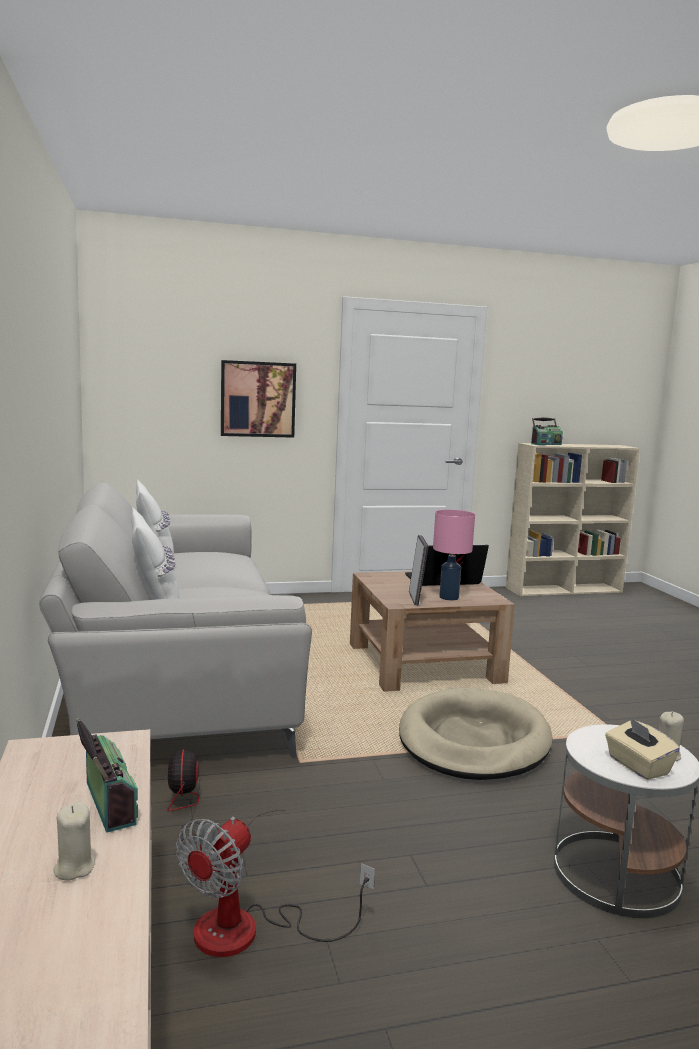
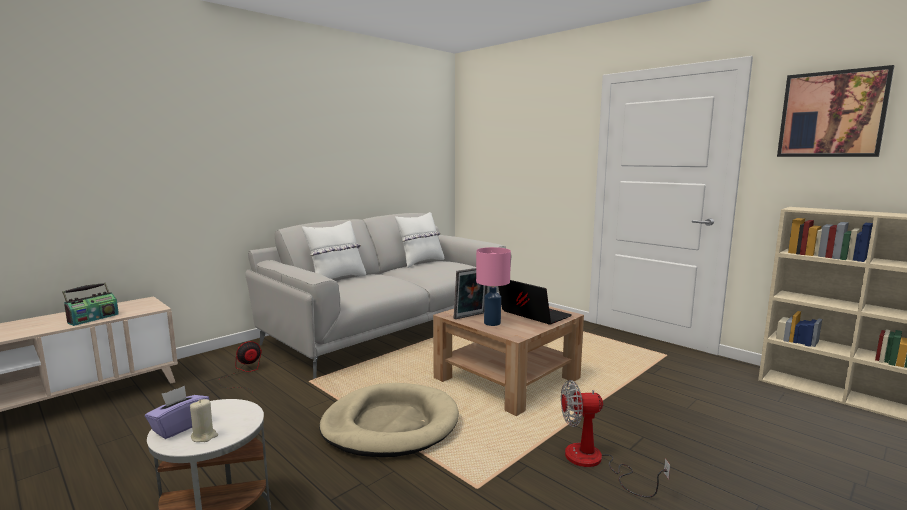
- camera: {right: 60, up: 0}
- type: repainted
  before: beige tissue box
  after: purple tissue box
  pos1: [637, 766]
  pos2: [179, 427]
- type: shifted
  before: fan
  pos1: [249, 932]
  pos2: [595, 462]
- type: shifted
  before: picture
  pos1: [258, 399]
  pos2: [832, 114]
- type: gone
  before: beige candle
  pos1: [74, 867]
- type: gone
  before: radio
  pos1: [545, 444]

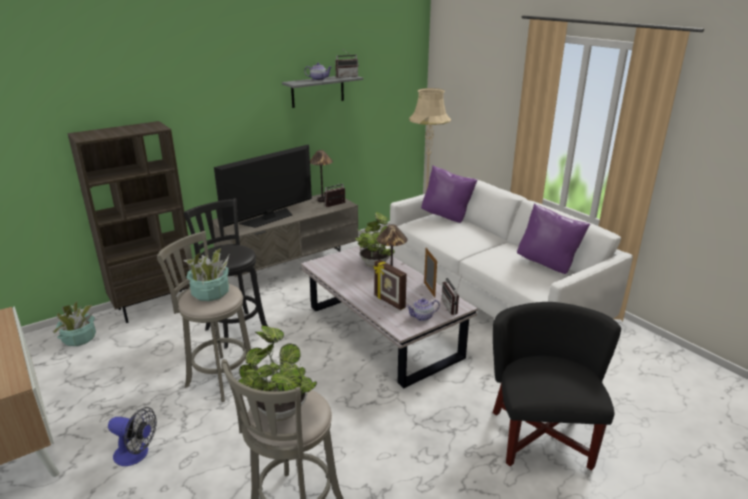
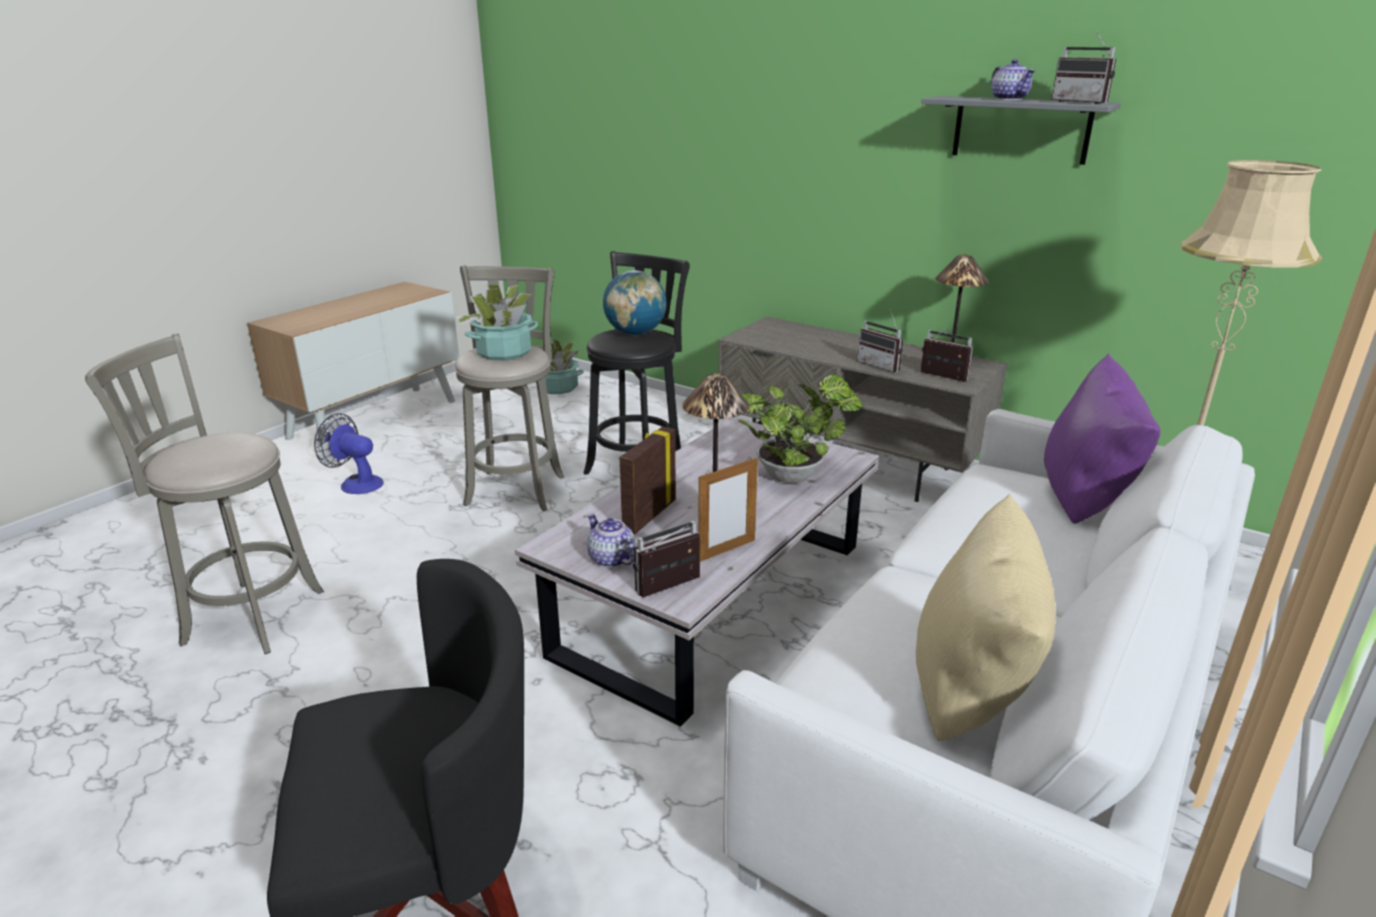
- camera: {right: 70, up: 0}
- type: rotated
  before: fan
  pos1: [136, 455]
  pos2: [356, 483]
  turn: 120
- type: new
  after: globe
  pos2: [635, 333]
- type: new
  after: radio
  pos2: [882, 365]
- type: repainted
  before: purple pillow
  after: beige pillow
  pos1: [547, 264]
  pos2: [972, 699]
- type: gone
  before: brown bookcase
  pos1: [155, 305]
- type: gone
  before: television
  pos1: [269, 218]
- type: gone
  before: potted plant
  pos1: [280, 408]

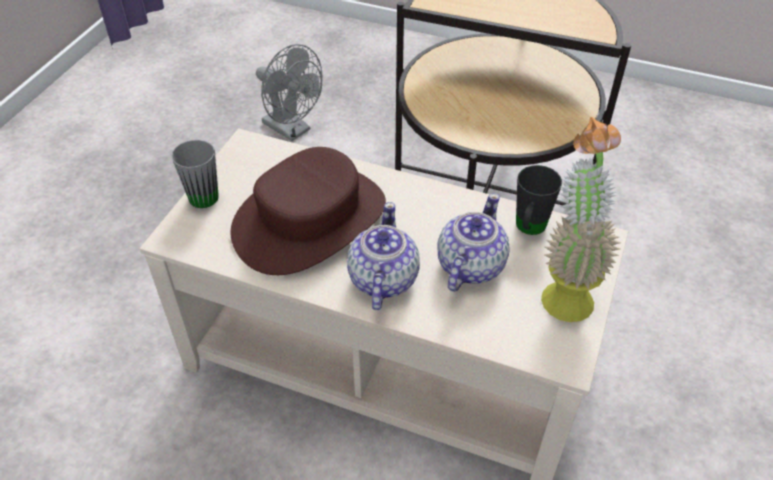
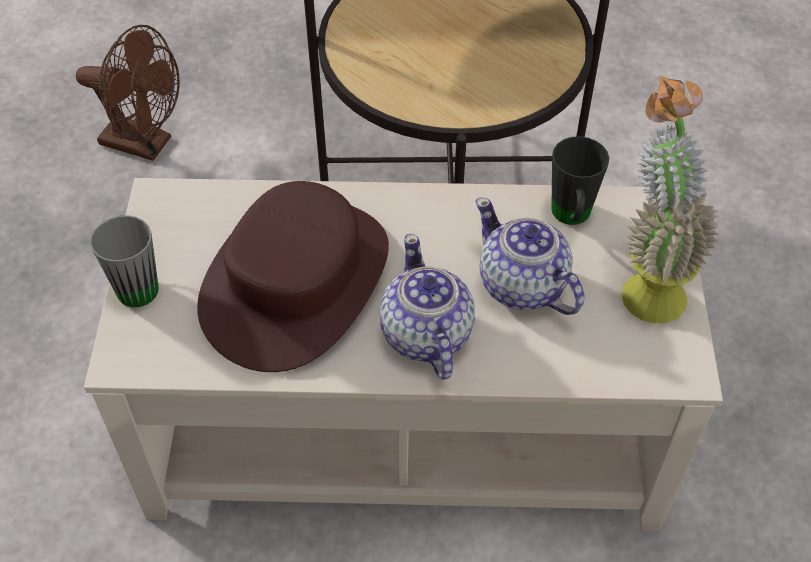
- camera: {right: -20, up: 5}
- type: repainted
  before: grey fan
  after: brown fan
  pos1: [292, 130]
  pos2: [146, 144]
- type: rotated
  before: teapot
  pos1: [469, 266]
  pos2: [522, 286]
  turn: -45

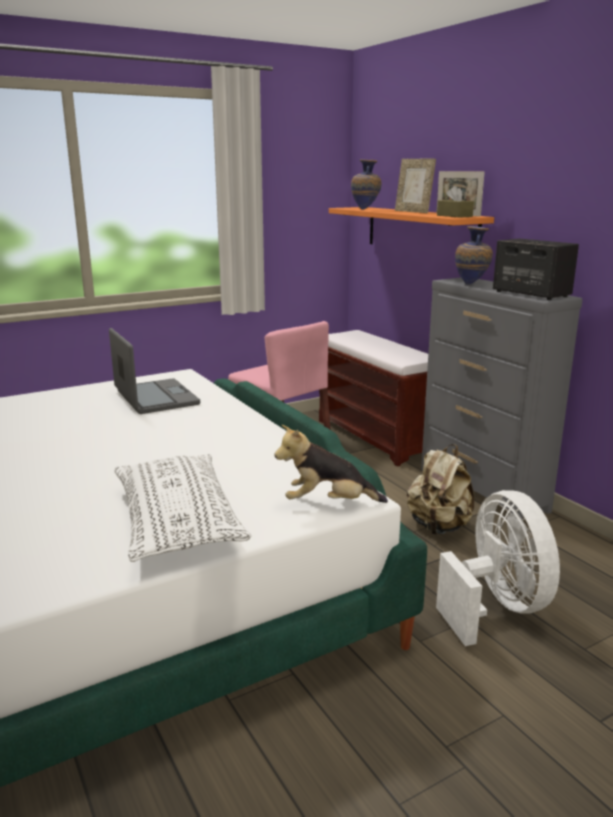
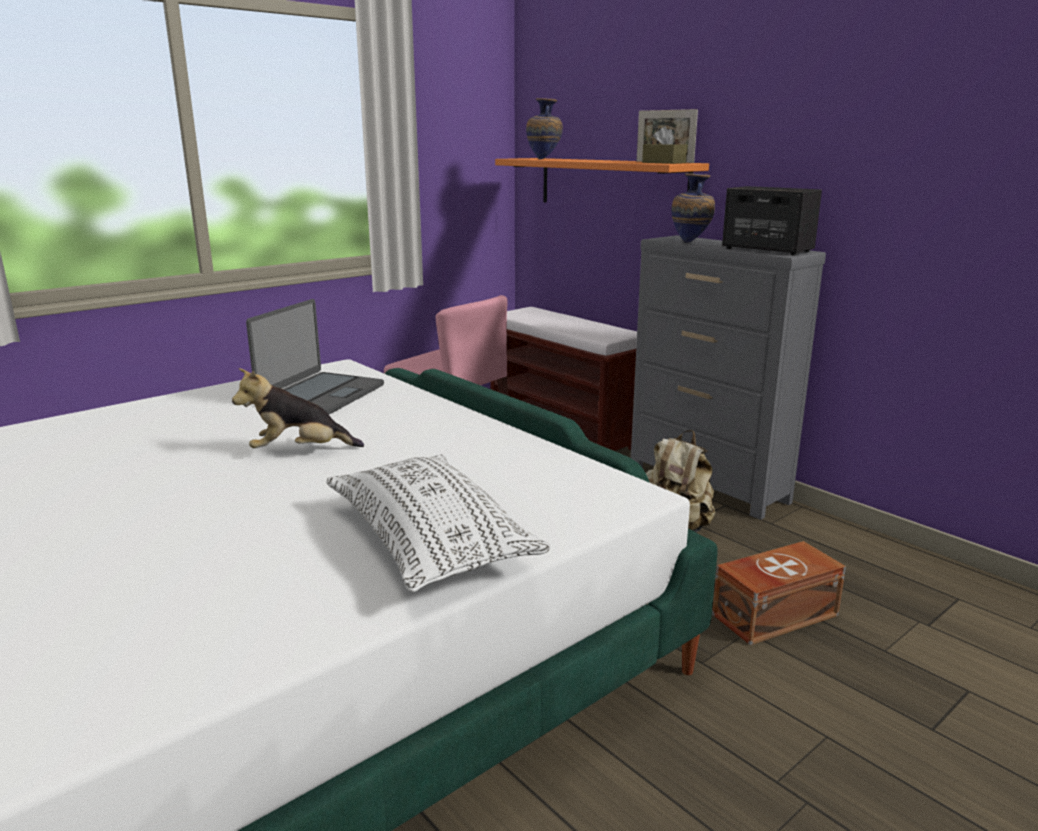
- camera: {right: -10, up: 0}
- type: shifted
  before: plush toy
  pos1: [328, 503]
  pos2: [299, 451]
- type: rotated
  before: laptop
  pos1: [155, 398]
  pos2: [321, 395]
  turn: 60
- type: swapped
  before: white fan
  after: brown storage box
  pos1: [496, 607]
  pos2: [772, 614]
- type: gone
  before: picture frame
  pos1: [413, 212]

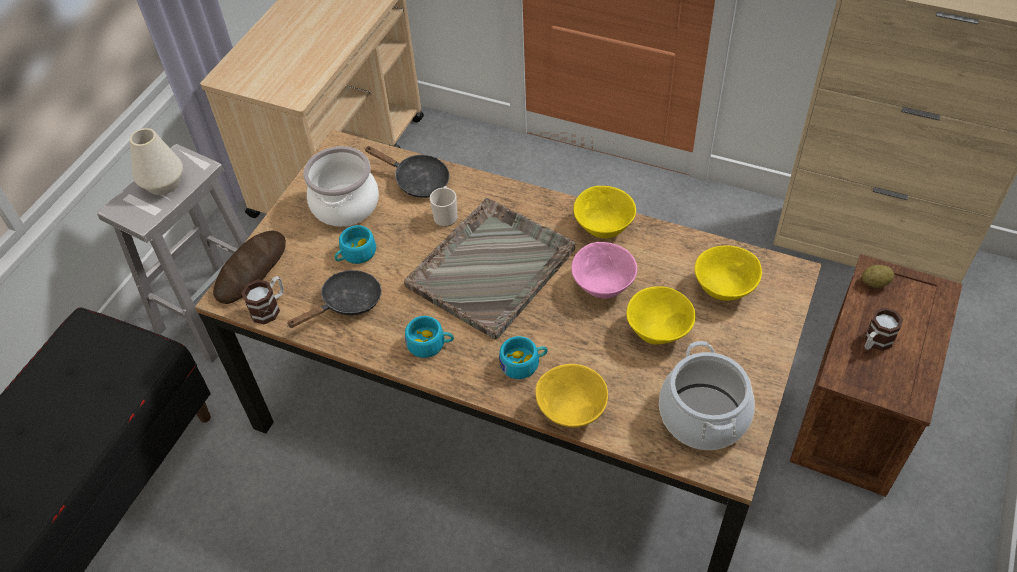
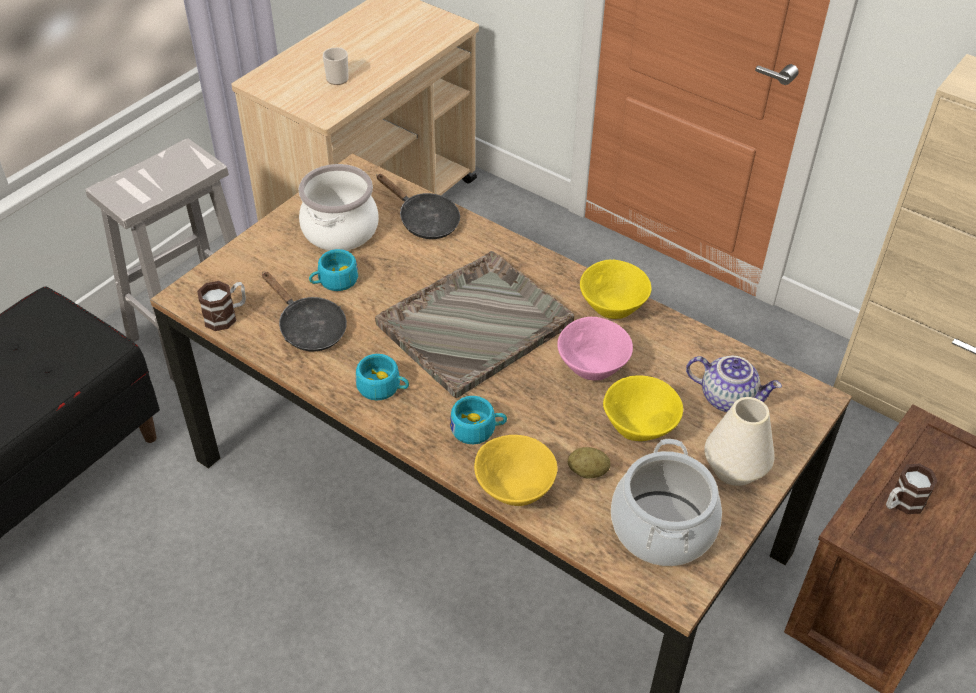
- camera: {right: 10, up: -5}
- type: rotated
  before: black frying pan
  pos1: [347, 303]
  pos2: [308, 328]
  turn: 75
- type: shifted
  before: mug
  pos1: [446, 216]
  pos2: [338, 77]
- type: shifted
  before: potato
  pos1: [875, 283]
  pos2: [587, 472]
- type: swapped
  before: yellow bowl
  after: teapot
  pos1: [723, 288]
  pos2: [728, 398]
- type: shifted
  before: white vase
  pos1: [164, 184]
  pos2: [735, 468]
- type: gone
  before: bread
  pos1: [251, 270]

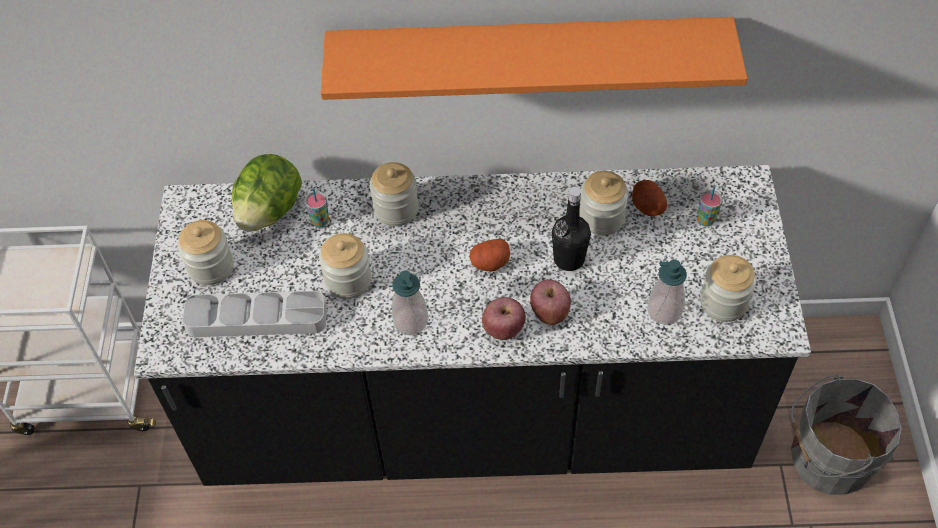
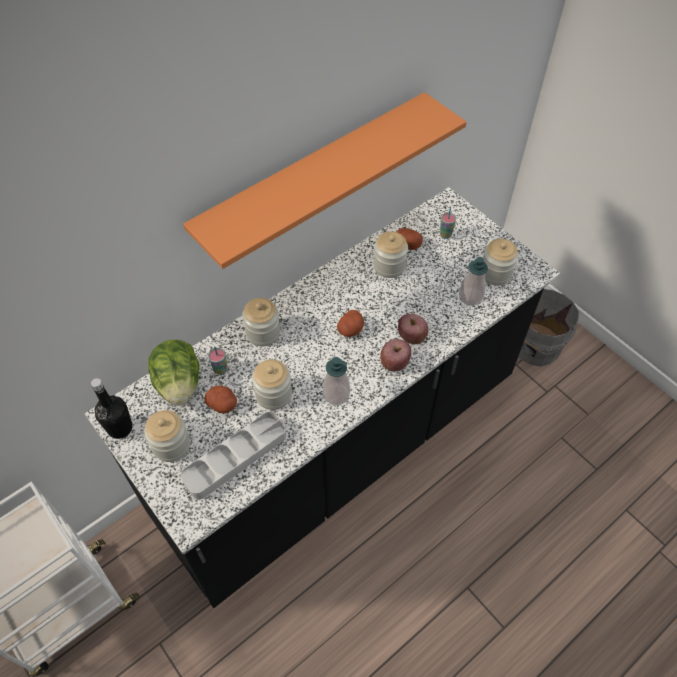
- camera: {right: -40, up: 0}
- type: shifted
  before: black bottle
  pos1: [569, 259]
  pos2: [120, 428]
- type: new
  after: potato
  pos2: [223, 404]

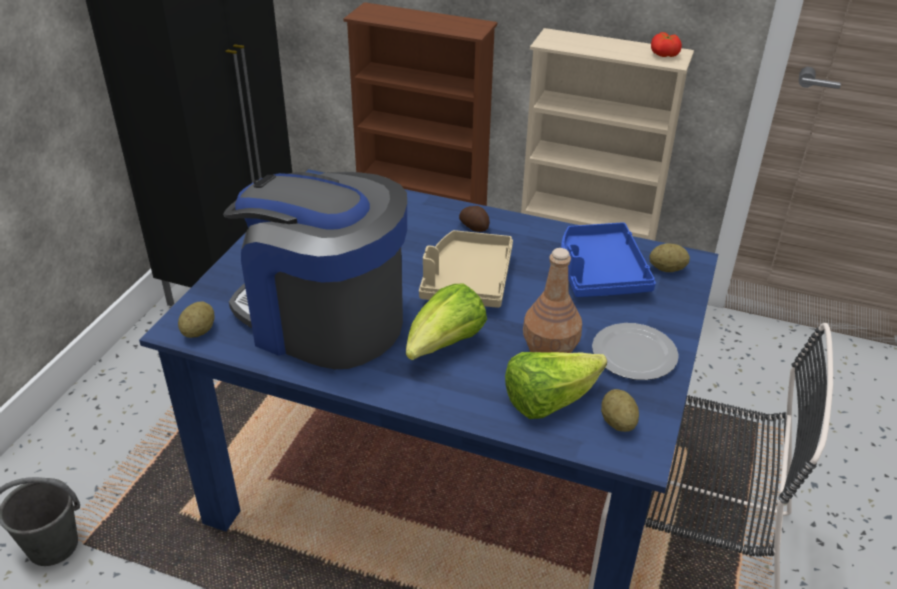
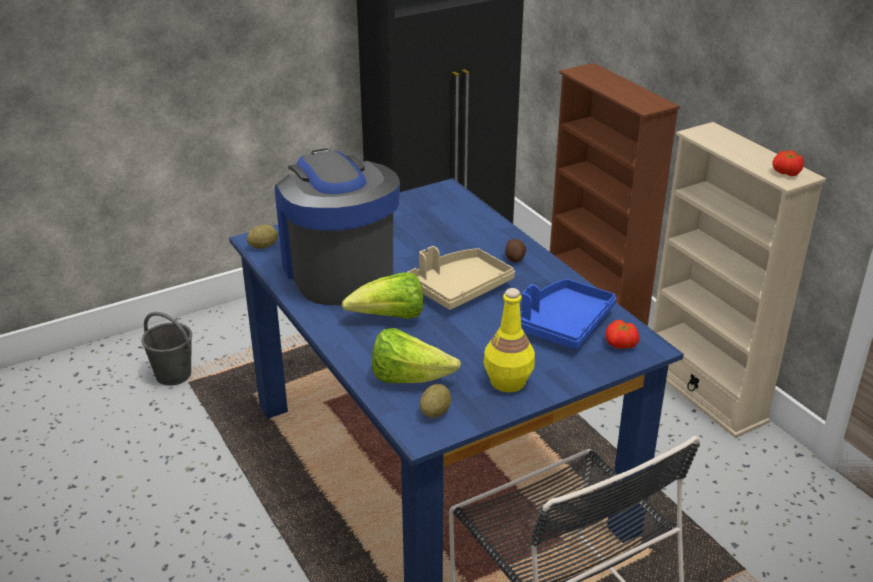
- camera: {right: 40, up: -5}
- type: swapped
  before: plate
  after: yellow bottle
  pos1: [632, 354]
  pos2: [507, 381]
- type: swapped
  before: potato
  after: tomato
  pos1: [667, 269]
  pos2: [620, 344]
- type: gone
  before: brown bottle
  pos1: [549, 351]

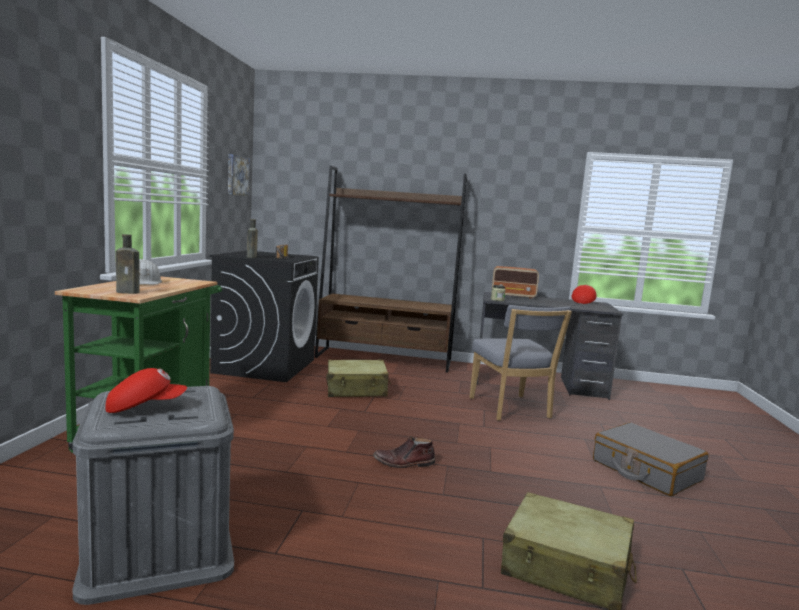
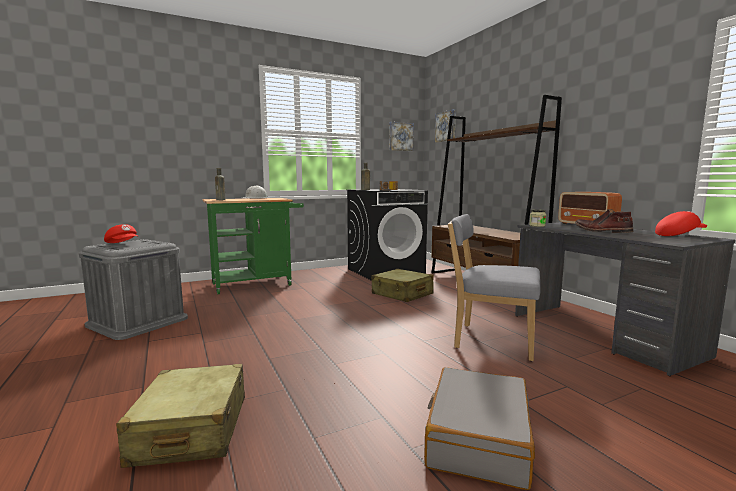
- camera: {right: 55, up: 0}
- type: new
  after: picture
  pos2: [446, 126]
- type: rotated
  before: grey chair
  pos1: [511, 409]
  pos2: [490, 340]
  turn: 75
- type: shifted
  before: brown boot
  pos1: [404, 463]
  pos2: [602, 231]

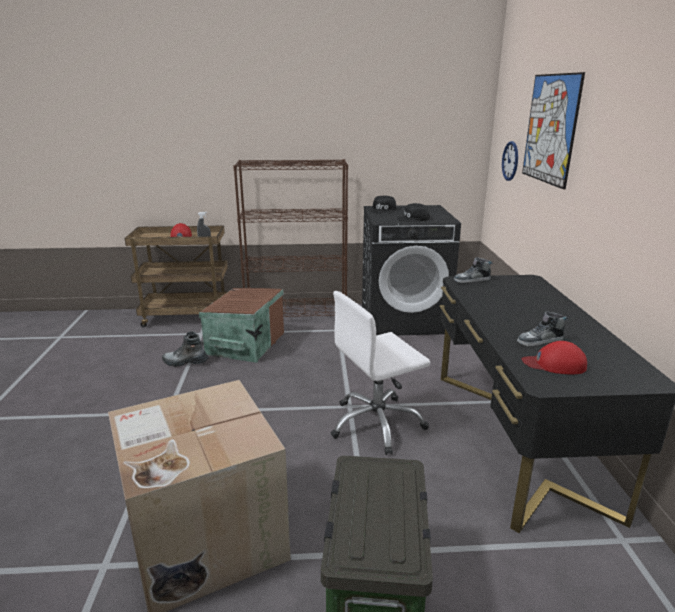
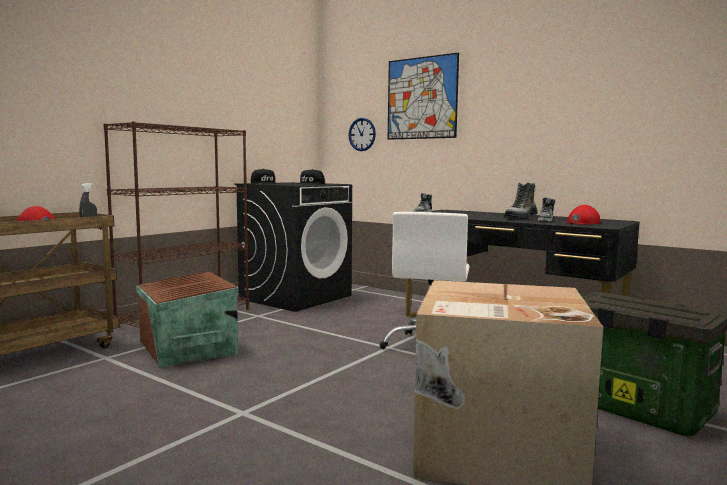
- camera: {right: -50, up: -15}
- type: shifted
  before: boot
  pos1: [185, 362]
  pos2: [521, 218]

